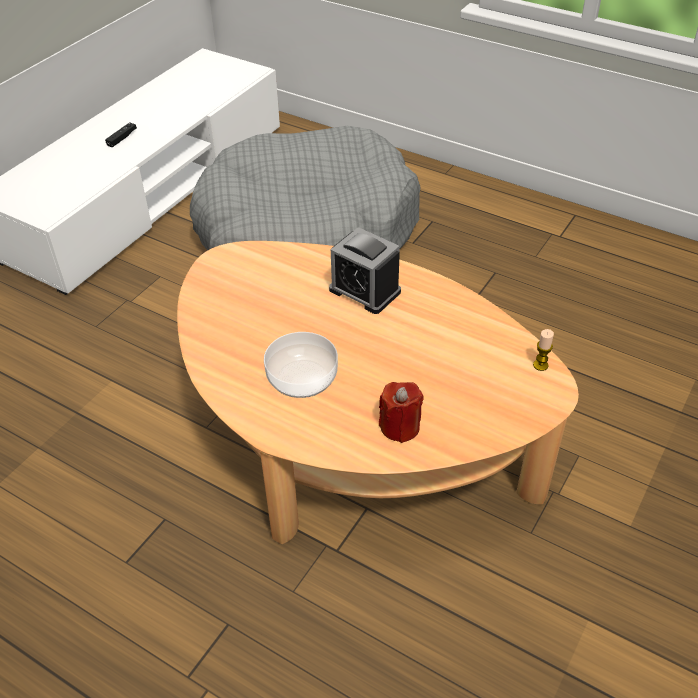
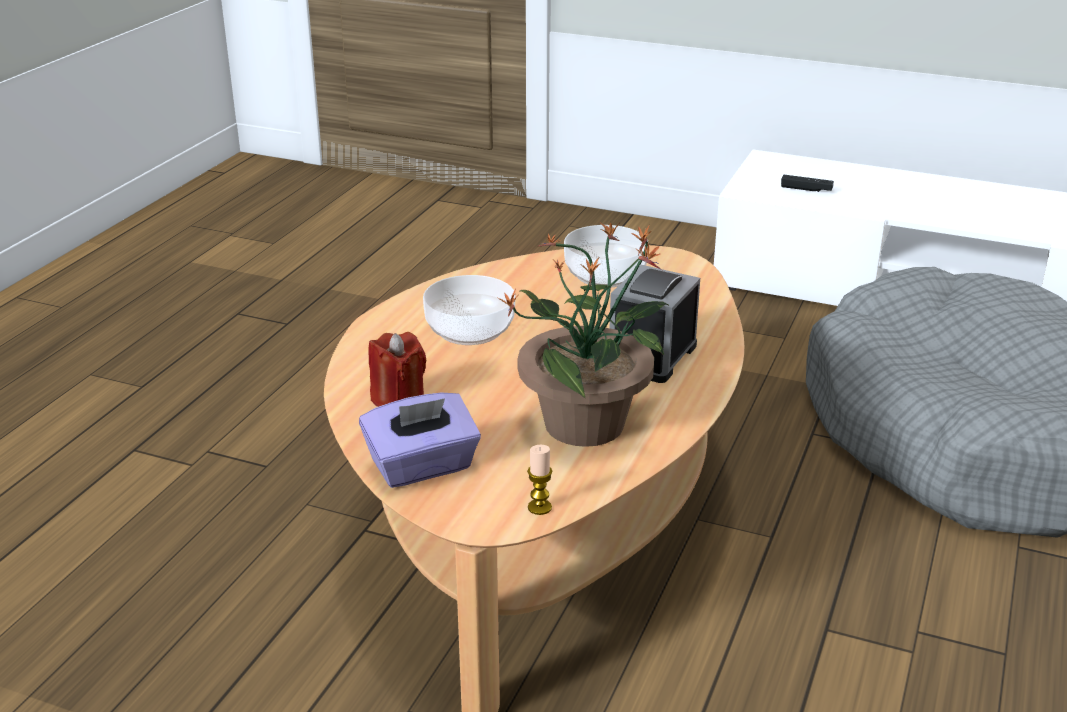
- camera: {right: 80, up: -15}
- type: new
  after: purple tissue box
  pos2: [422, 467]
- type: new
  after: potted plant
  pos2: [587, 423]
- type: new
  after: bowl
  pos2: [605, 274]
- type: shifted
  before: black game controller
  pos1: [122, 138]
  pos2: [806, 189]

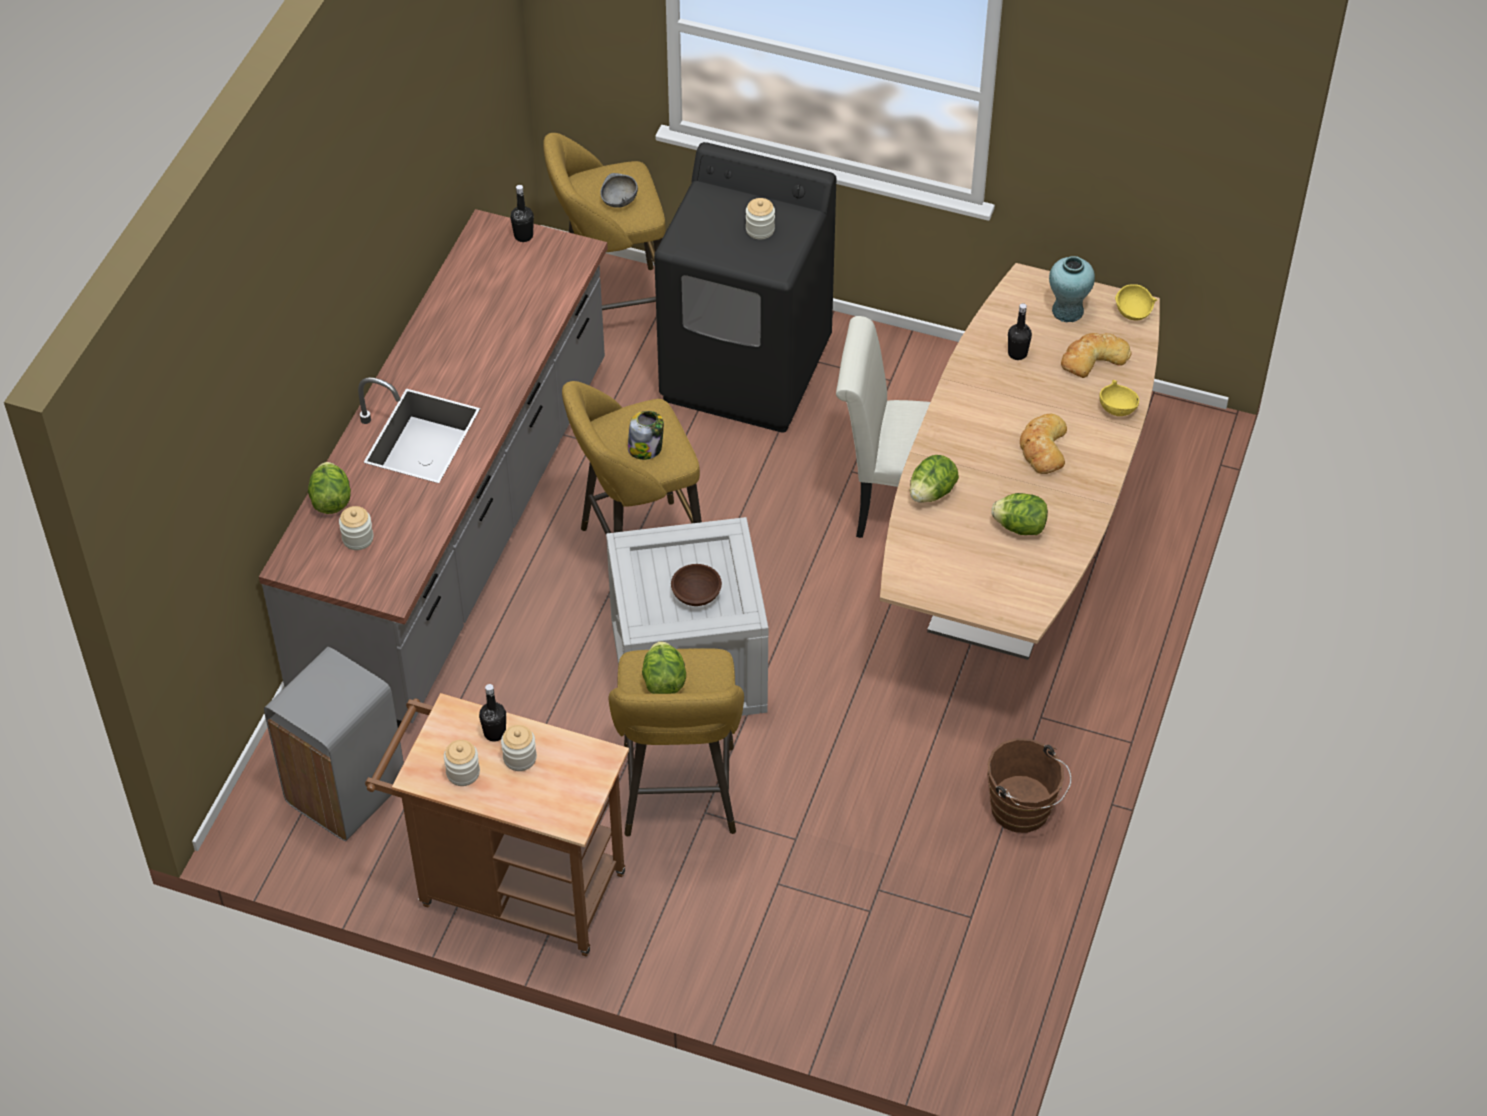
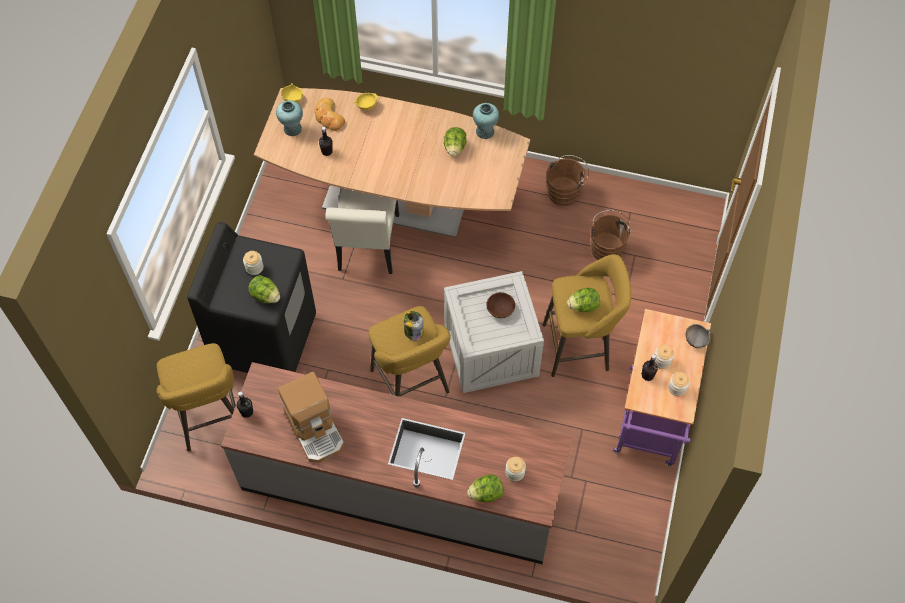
- camera: {right: -95, up: 10}
- type: shifted
  before: lettuce
  pos1: [932, 492]
  pos2: [265, 296]
- type: new
  after: coffee machine
  pos2: [315, 429]
- type: new
  after: turquoise vase
  pos2: [484, 131]
- type: new
  after: brown bucket
  pos2: [606, 247]
- type: repainted
  before: brown cart
  after: purple cart
  pos1: [510, 887]
  pos2: [650, 423]
- type: shifted
  before: grey bowl
  pos1: [619, 201]
  pos2: [696, 340]
- type: gone
  before: grey trash can
  pos1: [344, 793]
- type: gone
  before: bread
  pos1: [1043, 448]

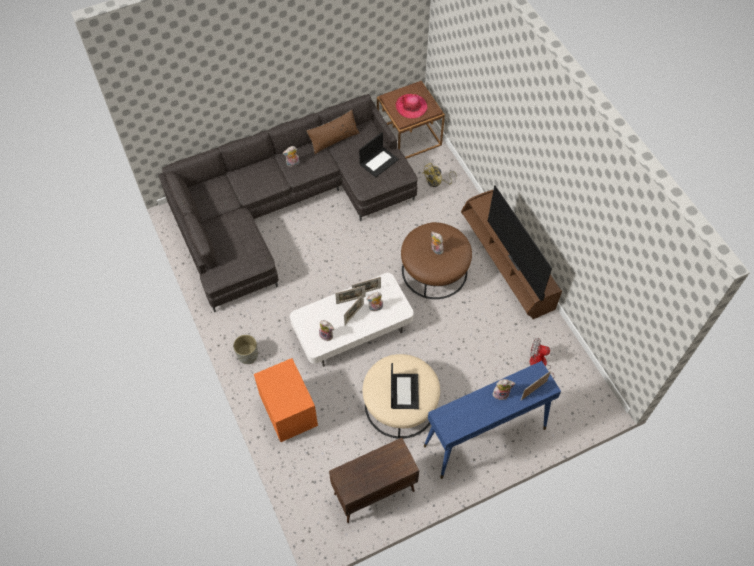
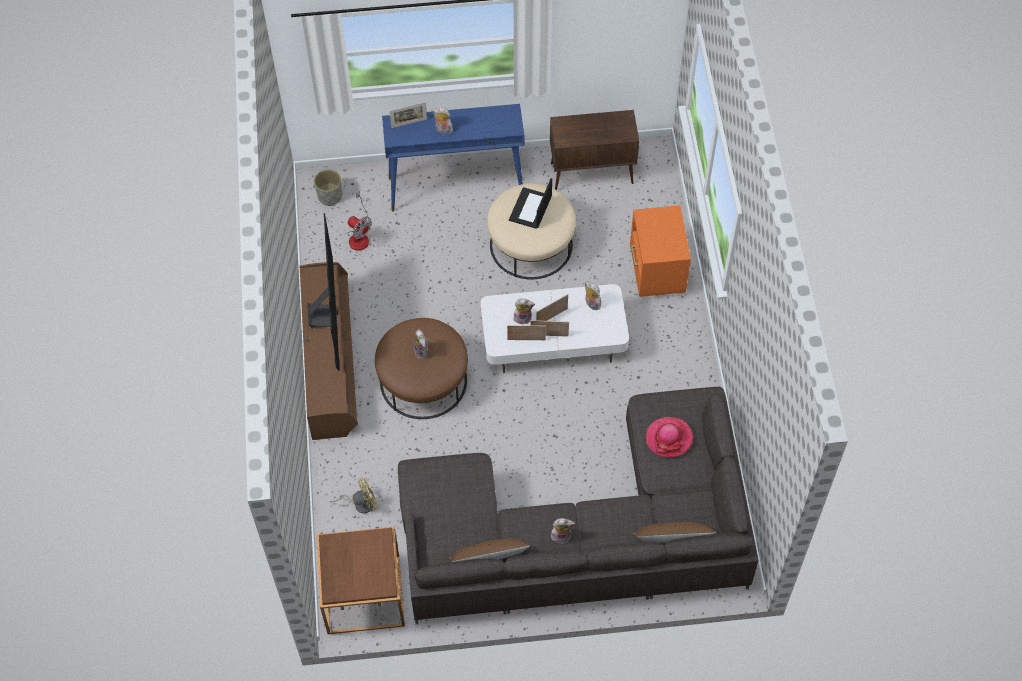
- camera: {right: -160, up: 0}
- type: shifted
  before: grey planter
  pos1: [248, 355]
  pos2: [330, 196]
- type: new
  after: brown pillow
  pos2: [672, 539]
- type: shifted
  before: hat
  pos1: [411, 107]
  pos2: [669, 438]
- type: gone
  before: laptop
  pos1: [379, 161]

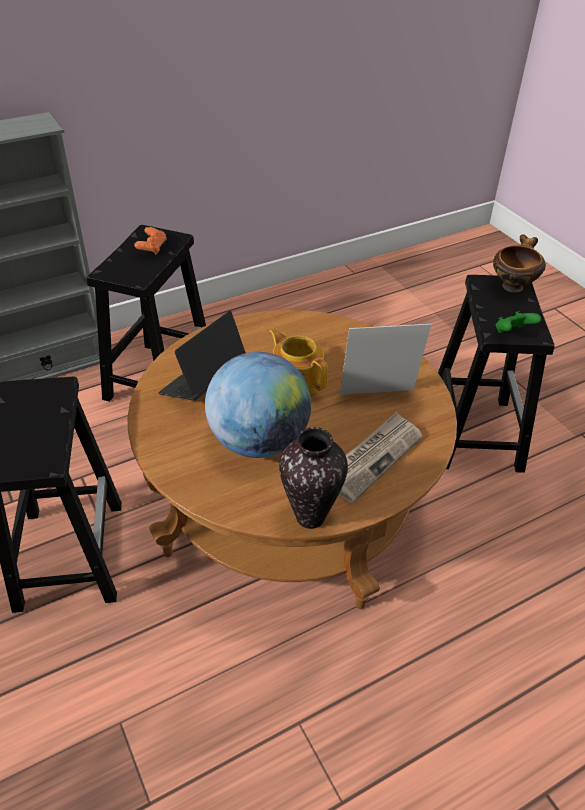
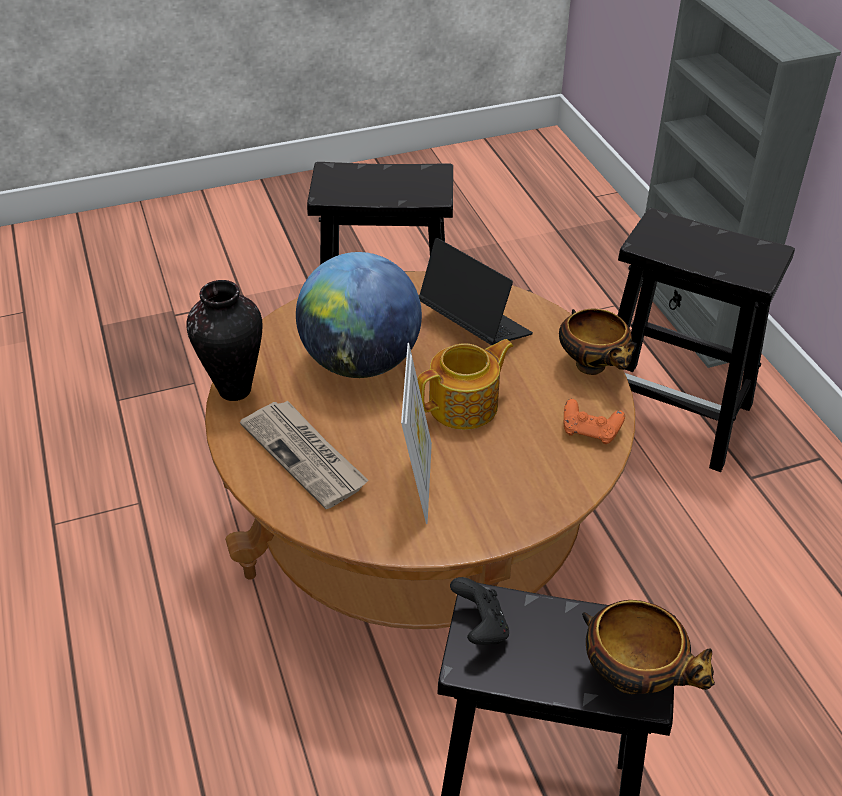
- camera: {right: 100, up: 0}
- type: repainted
  before: green game controller
  after: black game controller
  pos1: [512, 333]
  pos2: [480, 627]
- type: new
  after: bowl
  pos2: [593, 367]
- type: shifted
  before: orange game controller
  pos1: [152, 248]
  pos2: [590, 431]

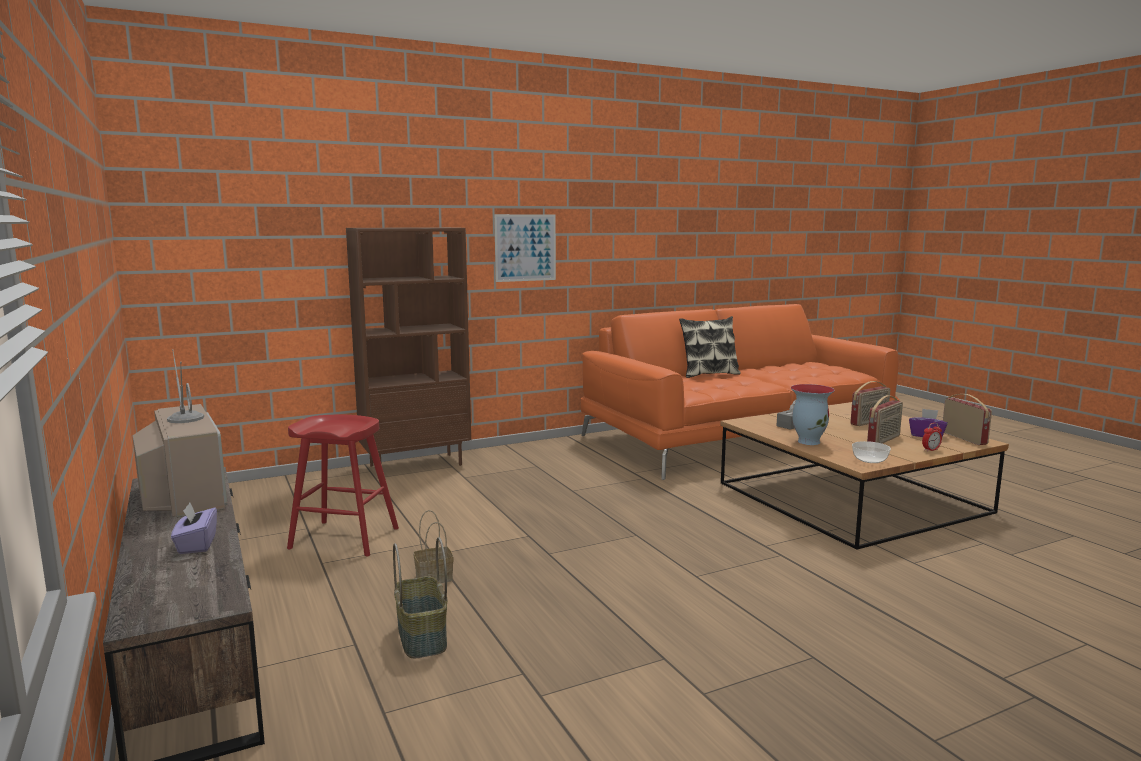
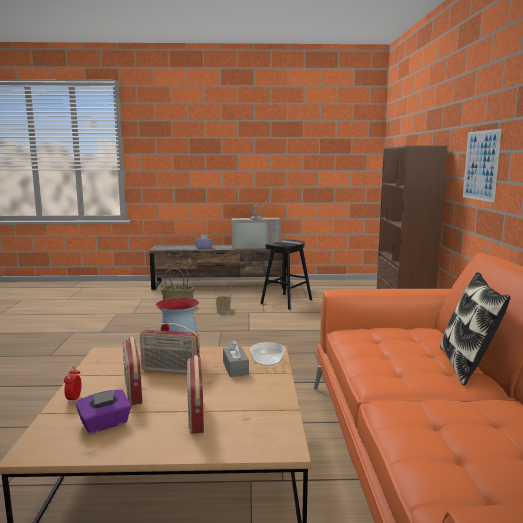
- camera: {right: 115, up: 0}
- type: shifted
  before: radio
  pos1: [964, 438]
  pos2: [170, 371]
- type: shifted
  before: bowl
  pos1: [870, 459]
  pos2: [267, 361]
- type: repainted
  before: red stool
  after: black stool
  pos1: [344, 538]
  pos2: [286, 301]

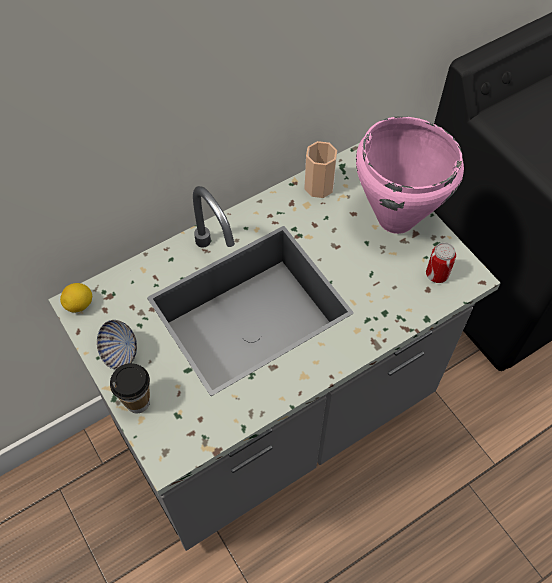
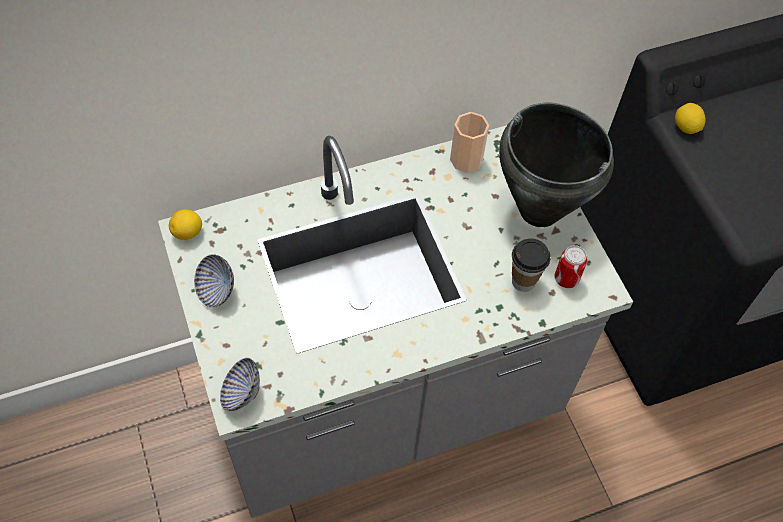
- camera: {right: 10, up: 0}
- type: new
  after: bowl
  pos2: [241, 393]
- type: repainted
  before: pink cooking pot
  after: black cooking pot
  pos1: [395, 217]
  pos2: [539, 209]
- type: shifted
  before: cup
  pos1: [138, 402]
  pos2: [523, 281]
- type: new
  after: lemon
  pos2: [685, 128]

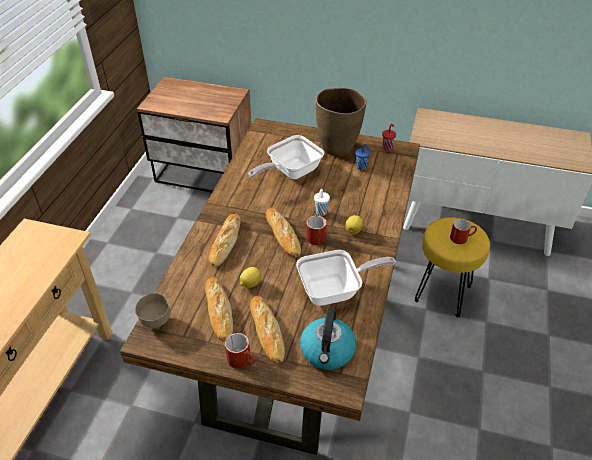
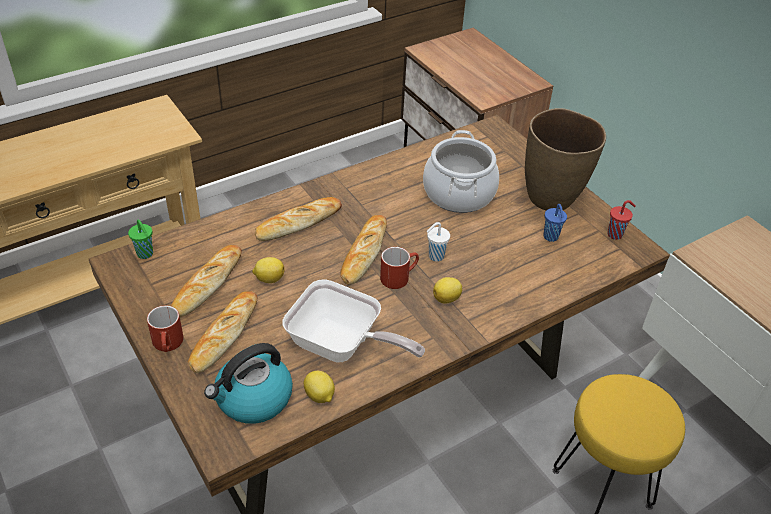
- camera: {right: 40, up: 0}
- type: swapped
  before: brown bowl
  after: green cup
  pos1: [156, 322]
  pos2: [145, 254]
- type: new
  after: lemon
  pos2: [319, 396]
- type: swapped
  before: frying pan
  after: cooking pot
  pos1: [290, 172]
  pos2: [458, 193]
- type: gone
  before: red mug
  pos1: [461, 237]

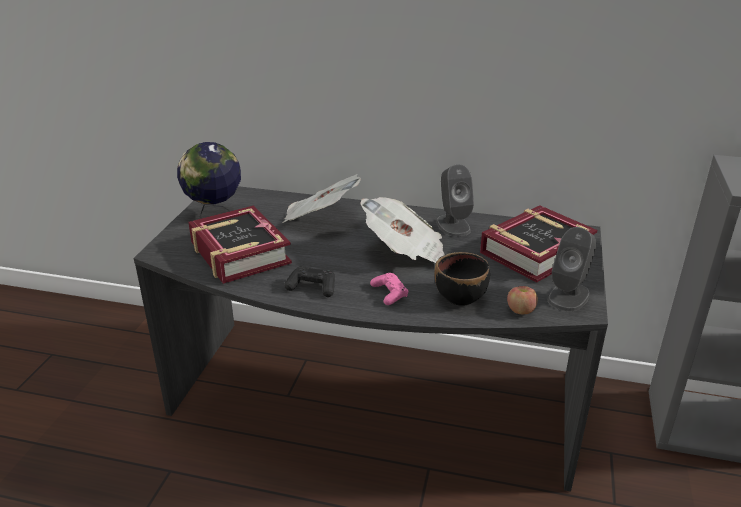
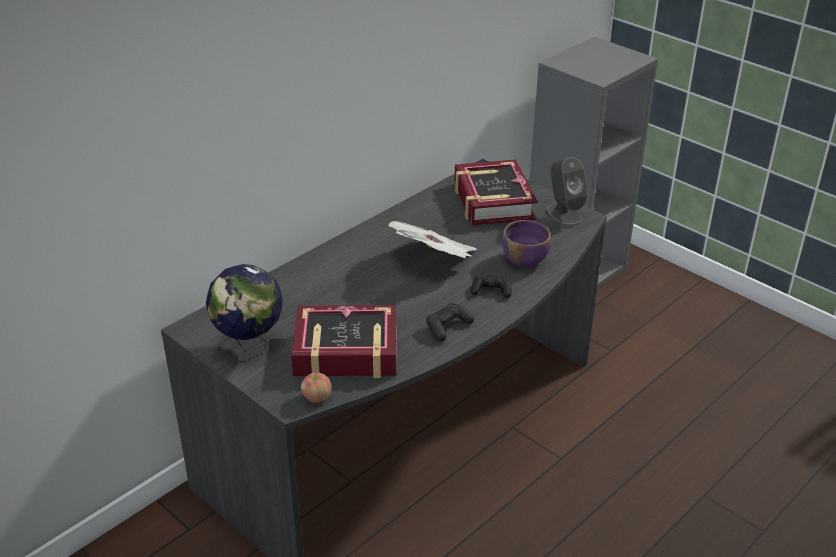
- camera: {right: -60, up: 5}
- type: shifted
  before: apple
  pos1: [520, 310]
  pos2: [316, 398]
- type: repainted
  before: pink game controller
  after: black game controller
  pos1: [389, 293]
  pos2: [491, 290]
- type: repainted
  before: black bowl
  after: purple bowl
  pos1: [460, 296]
  pos2: [525, 260]
- type: gone
  before: newspaper
  pos1: [320, 218]
- type: gone
  before: grey speaker
  pos1: [453, 225]

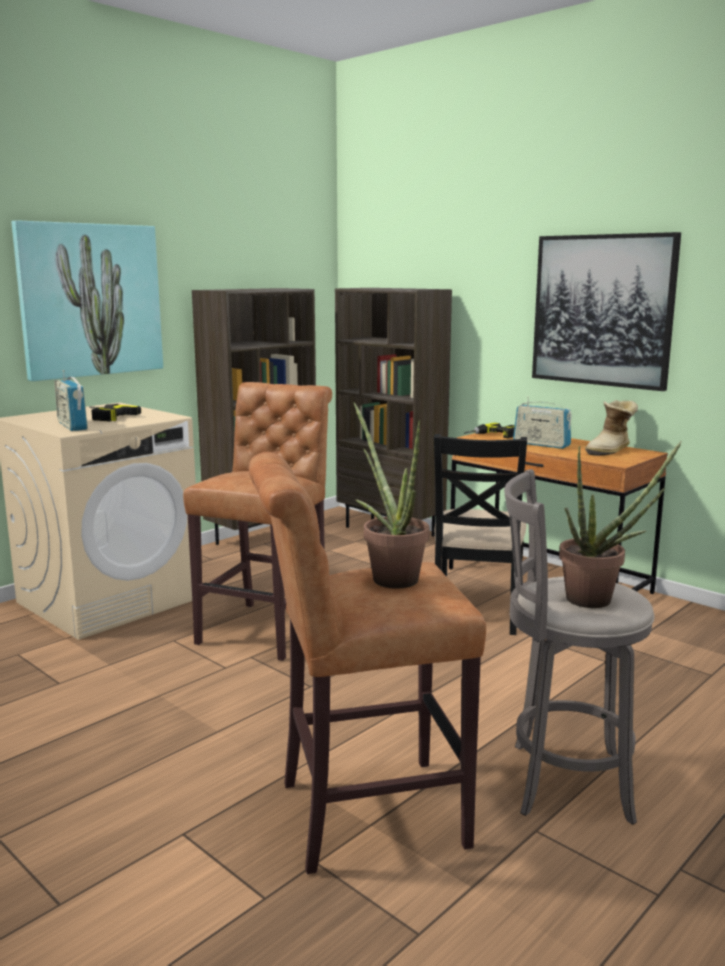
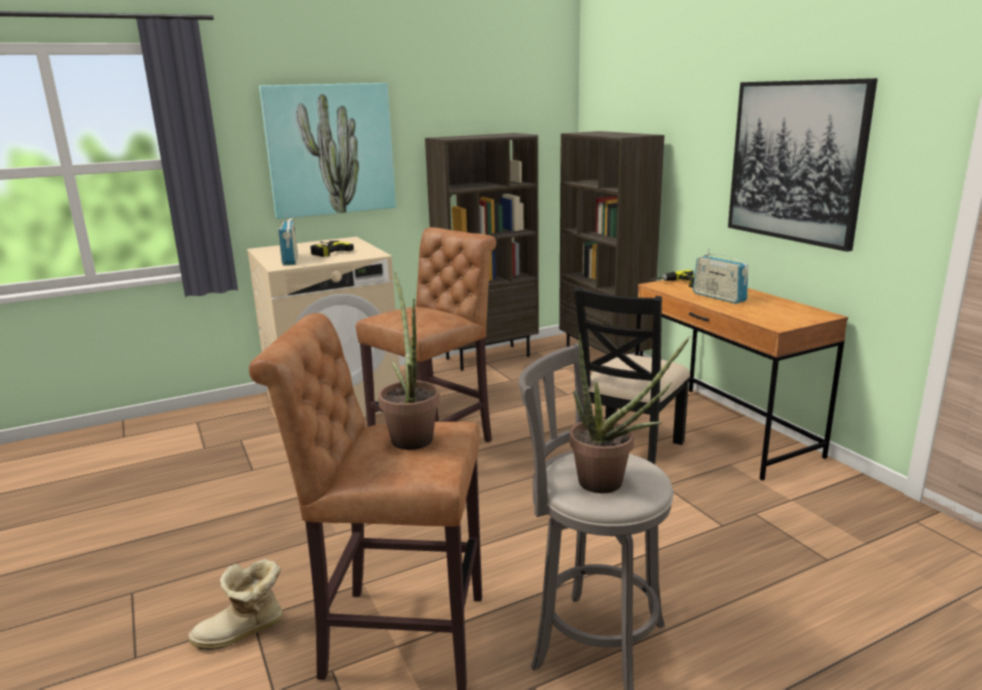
- camera: {right: 20, up: 5}
- type: shifted
  before: boot
  pos1: [611, 451]
  pos2: [242, 633]

